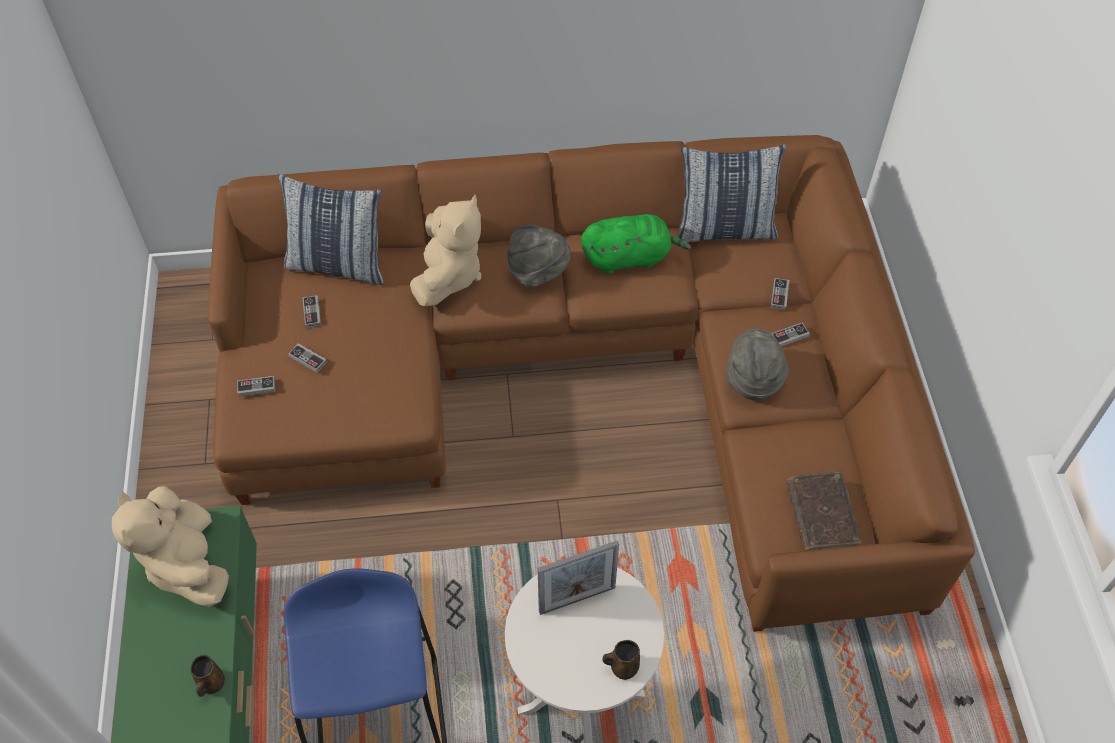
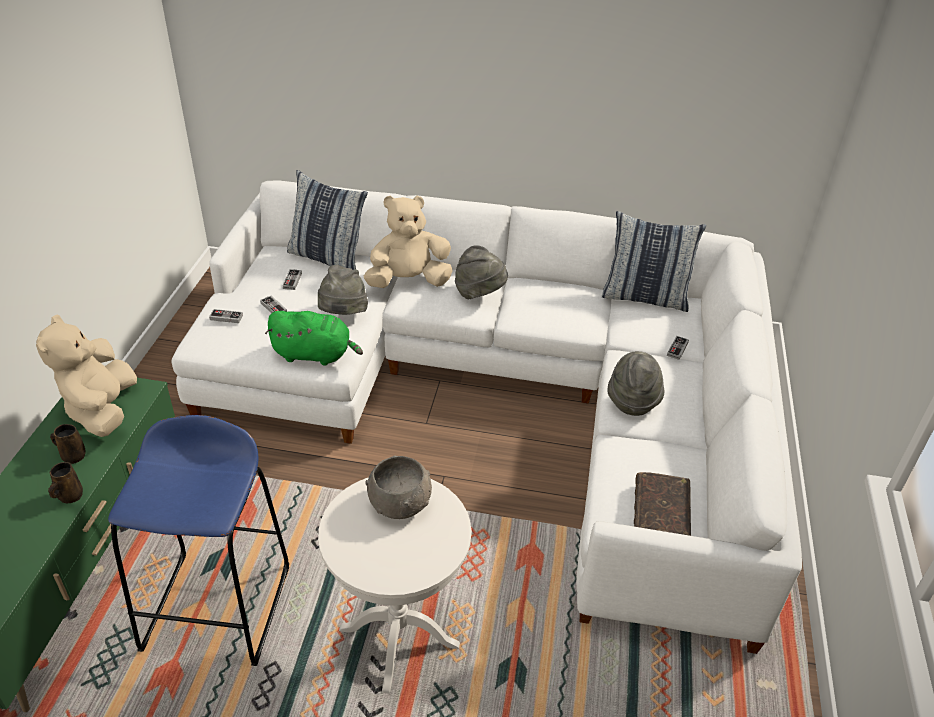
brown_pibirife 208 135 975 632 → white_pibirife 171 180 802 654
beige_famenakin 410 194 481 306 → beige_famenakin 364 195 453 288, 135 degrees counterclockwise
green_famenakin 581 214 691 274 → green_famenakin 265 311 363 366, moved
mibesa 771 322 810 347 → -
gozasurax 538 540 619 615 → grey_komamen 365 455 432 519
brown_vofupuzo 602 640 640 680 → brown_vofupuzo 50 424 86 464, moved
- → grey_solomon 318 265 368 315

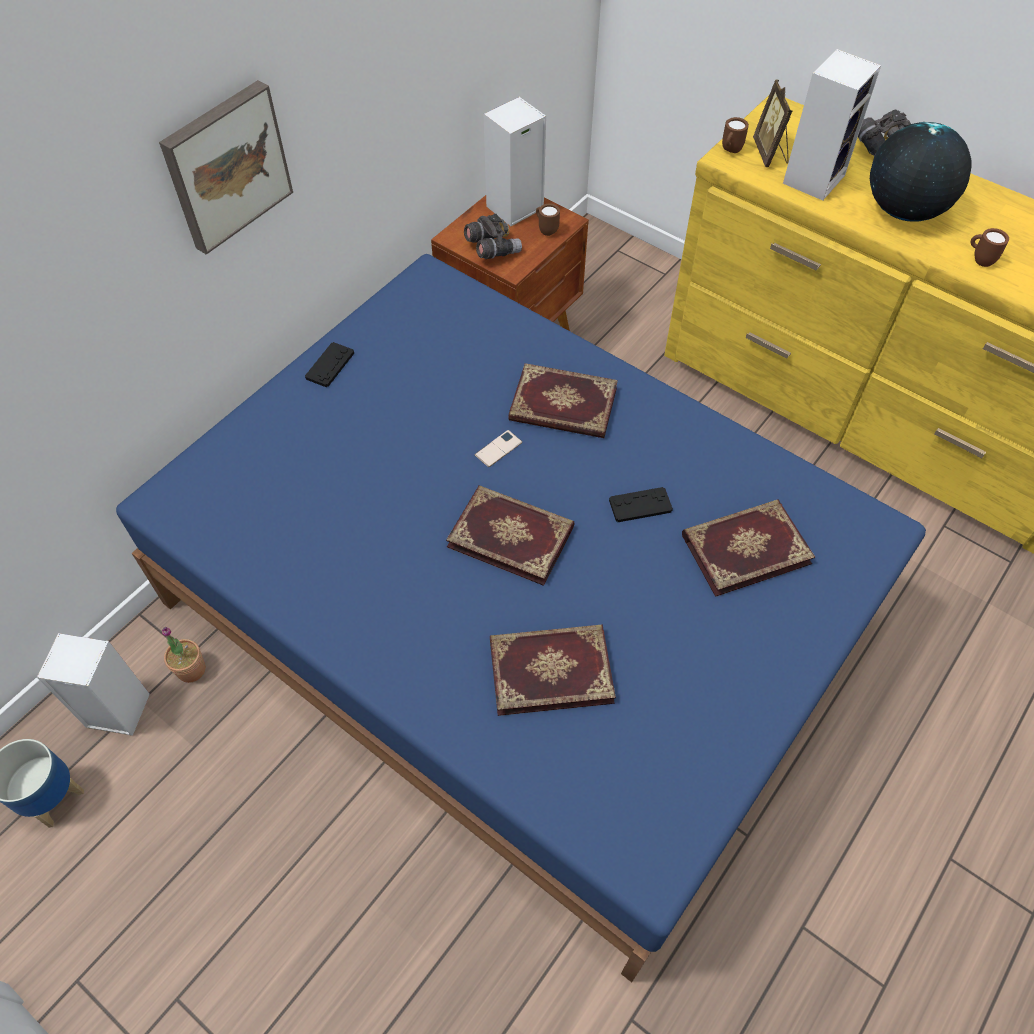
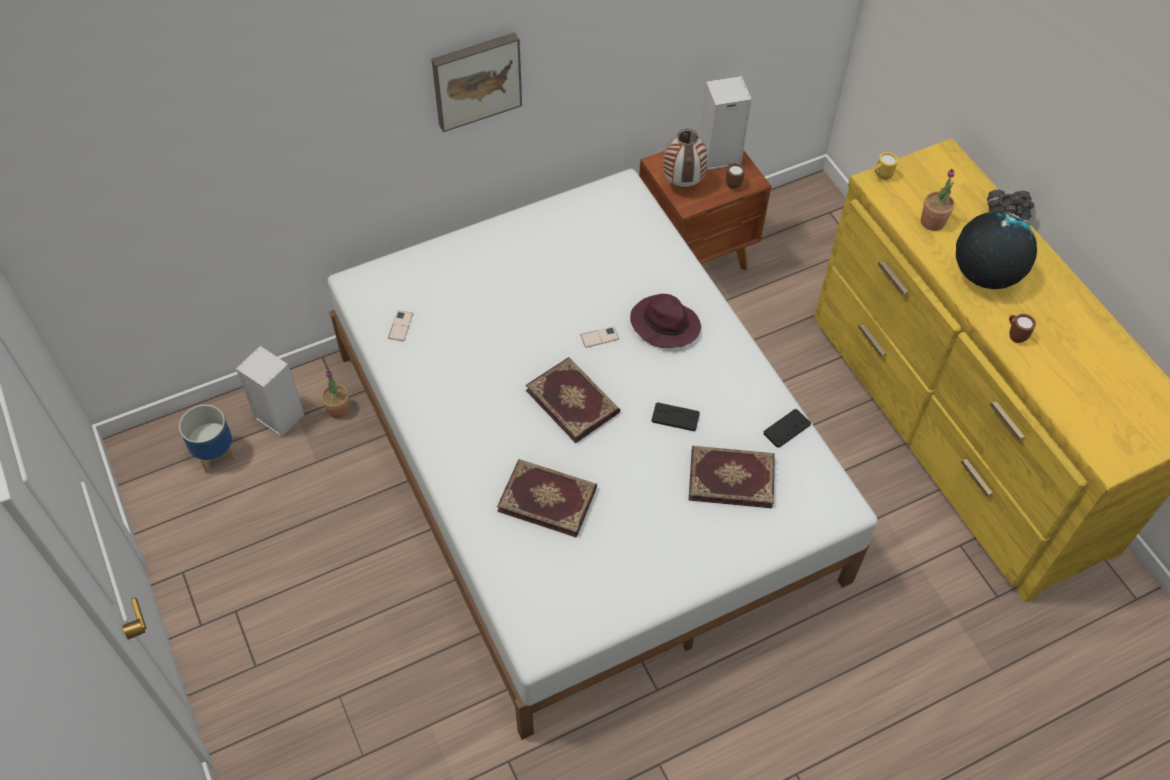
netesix 783 49 881 200 → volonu 921 169 955 231
gozasurax 753 80 792 167 → -
brown_vofupuzo 722 117 749 153 → yellow_vofupuzo 874 152 898 180
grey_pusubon 464 214 522 259 → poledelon 663 129 707 188
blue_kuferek 116 254 926 983 → white_kuferek 328 169 878 740
black_mibesa 305 342 354 387 → black_mibesa 763 409 811 448, moved
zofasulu 508 363 618 438 → purple_solomon 630 294 701 348
- → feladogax 388 310 413 341

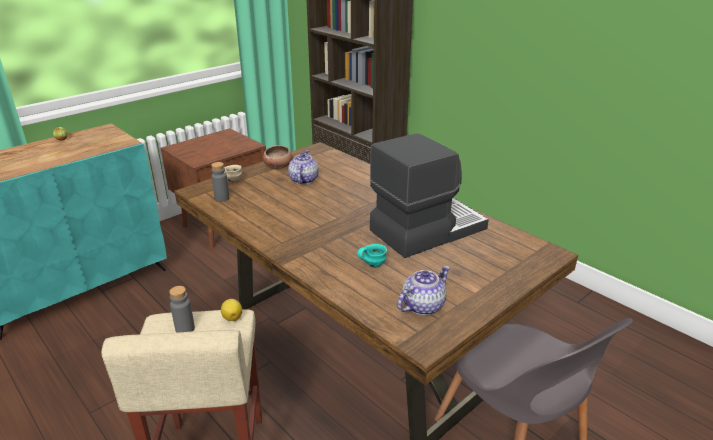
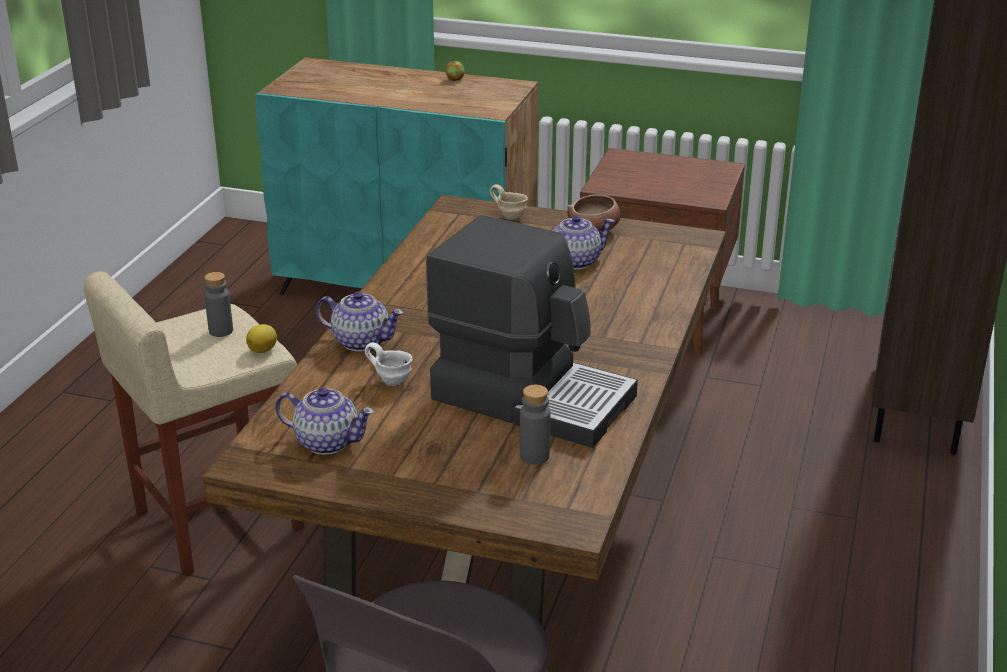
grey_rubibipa 211 162 229 202 → grey_rubibipa 520 385 551 464, moved
turquoise_vofupuzo 357 244 387 267 → white_vofupuzo 365 342 413 386
- → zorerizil 316 291 404 351

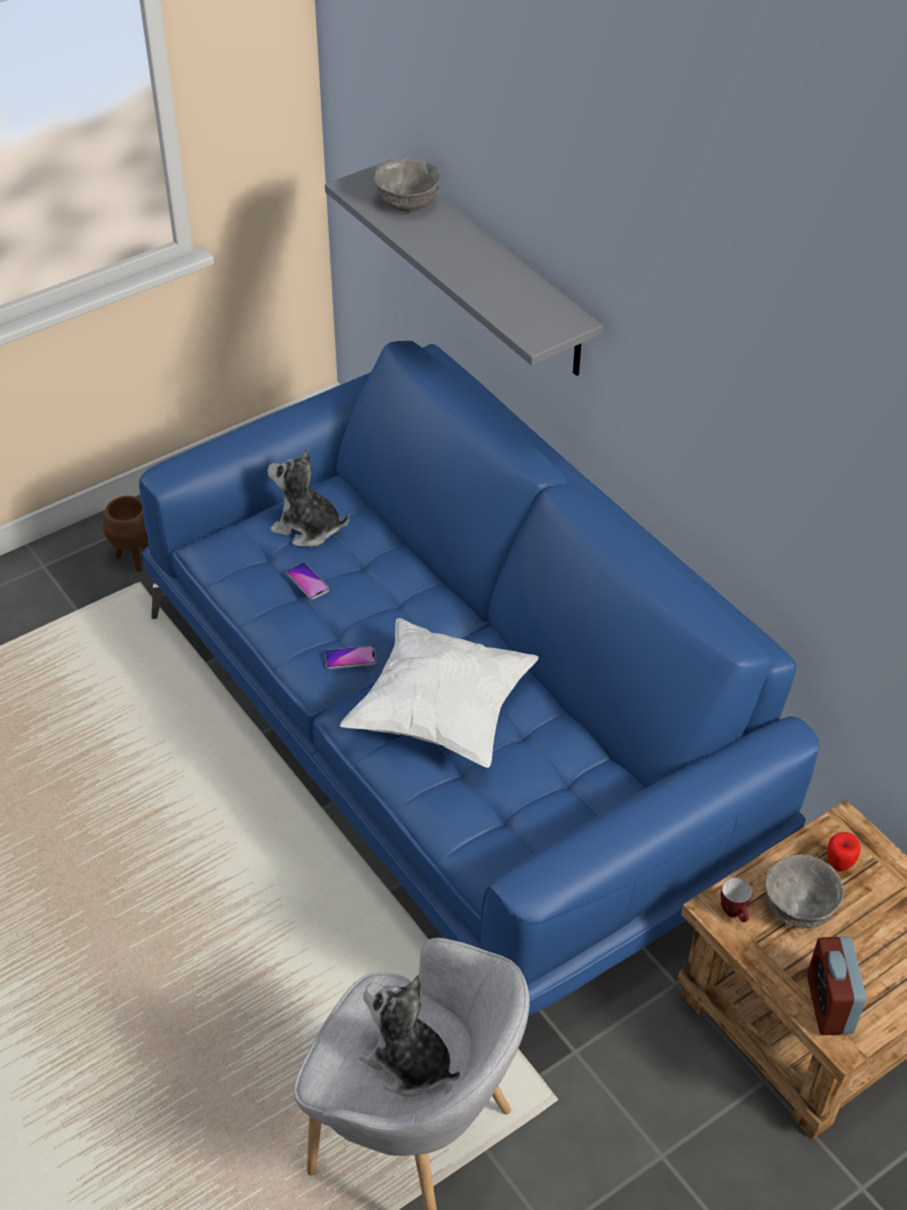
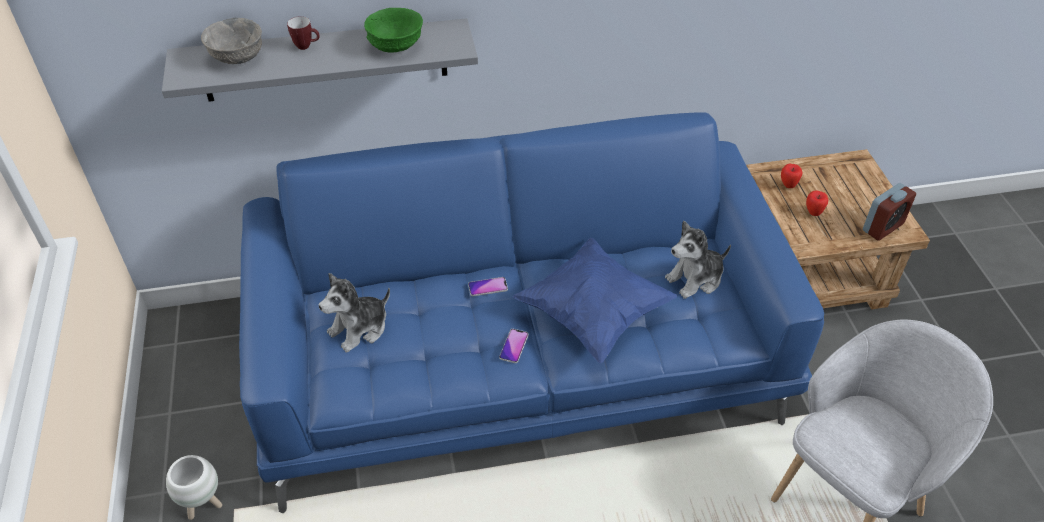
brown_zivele 102 496 149 572 → white_zivele 166 455 222 520
feladogax 287 563 329 599 → feladogax 468 277 508 296, moved
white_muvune 340 618 539 768 → blue_muvune 513 238 677 364
grey_komamen 765 854 844 928 → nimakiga 806 190 828 216
vofupuzo 721 877 752 922 → vofupuzo 287 16 320 50, moved
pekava 807 936 866 1035 → pekava 863 183 916 241, 60 degrees counterclockwise
famenakin 359 973 460 1097 → famenakin 665 221 731 299, moved
- → green_komamen 364 8 423 53

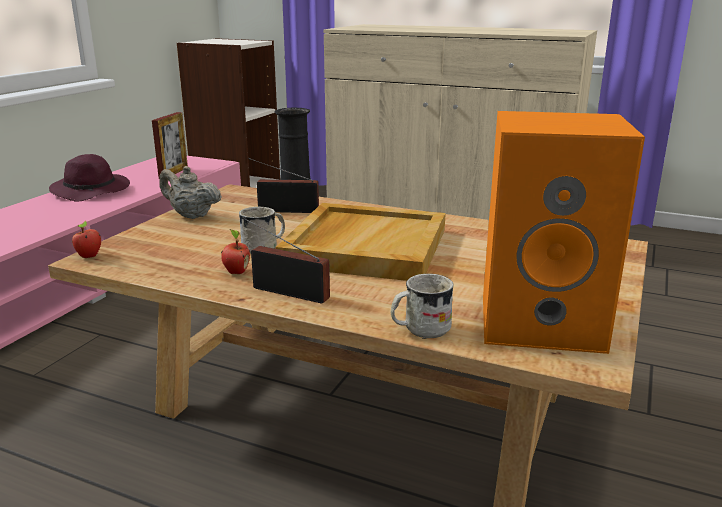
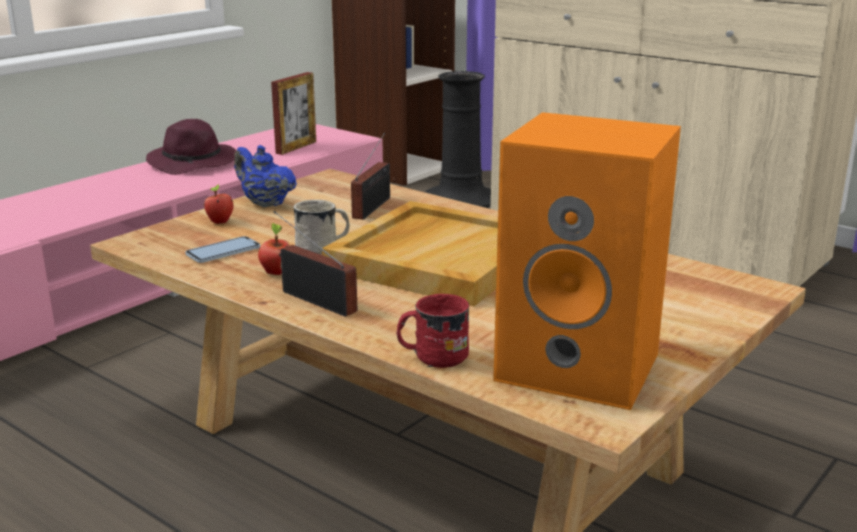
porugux 248 158 319 213 → porugux 351 133 390 220, 90 degrees clockwise
beige_zorerizil 159 166 222 219 → blue_zorerizil 234 145 297 207
nimakiga 72 221 101 258 → nimakiga 204 184 233 224, moved
white_vofupuzo 390 274 454 339 → red_vofupuzo 396 294 469 368
- → feladogax 185 236 260 263

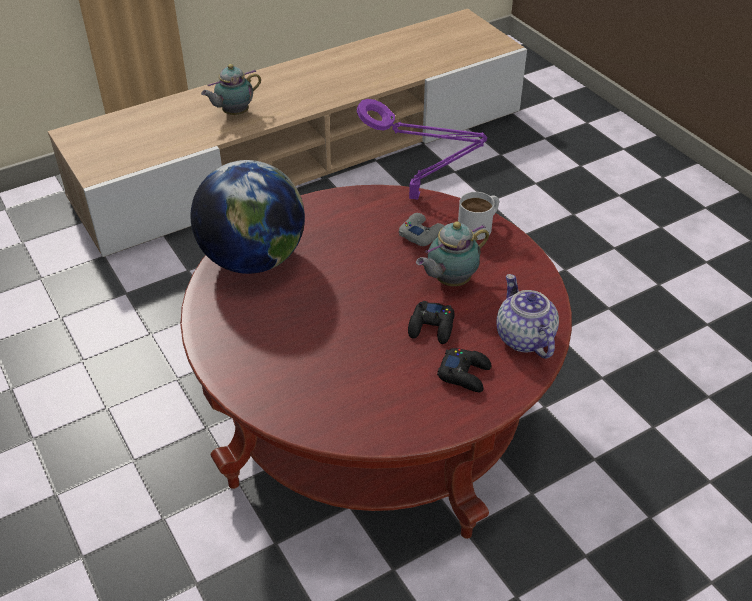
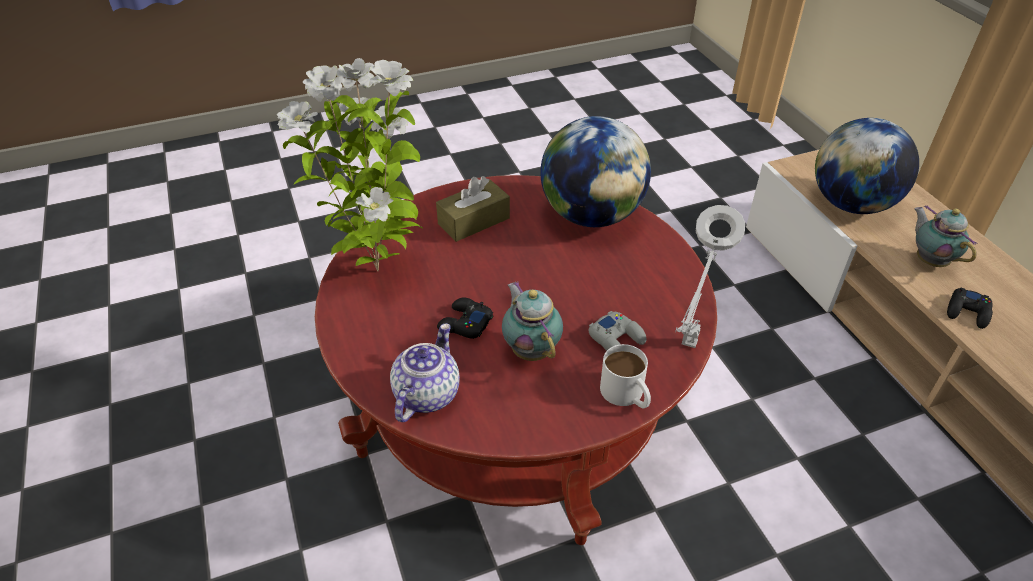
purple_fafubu 357 99 487 200 → grey_fafubu 675 205 745 348
zorerizil 496 274 559 359 → zorerizil 390 323 460 422, 60 degrees counterclockwise
black_mibesa 437 348 492 392 → black_mibesa 947 287 993 329, moved
- → volonu 277 58 423 271
- → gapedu 815 118 919 214
- → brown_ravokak 436 176 510 242

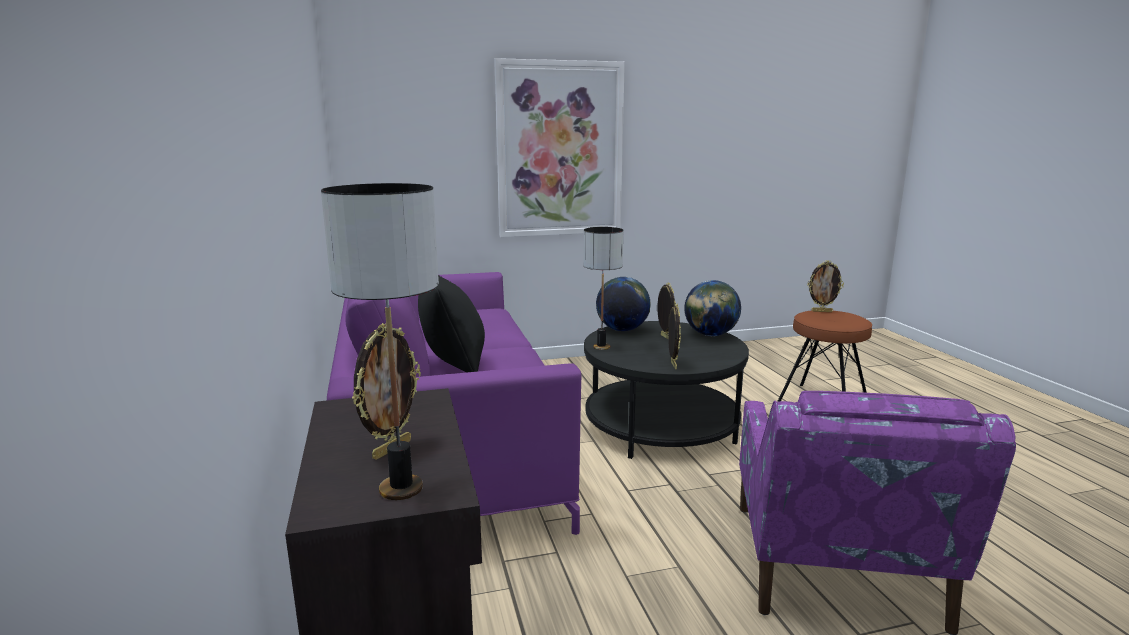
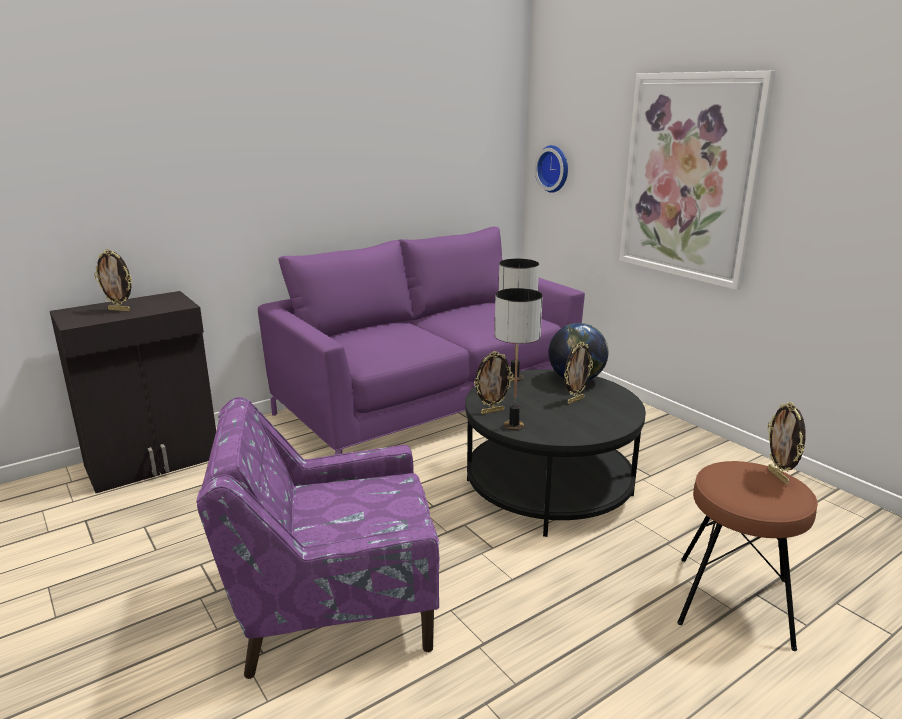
fafubu 321 183 439 500 → fafubu 495 288 543 431, moved
black_muvune 418 275 485 373 → -
gapedu 684 280 741 336 → -
- → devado 535 145 568 193

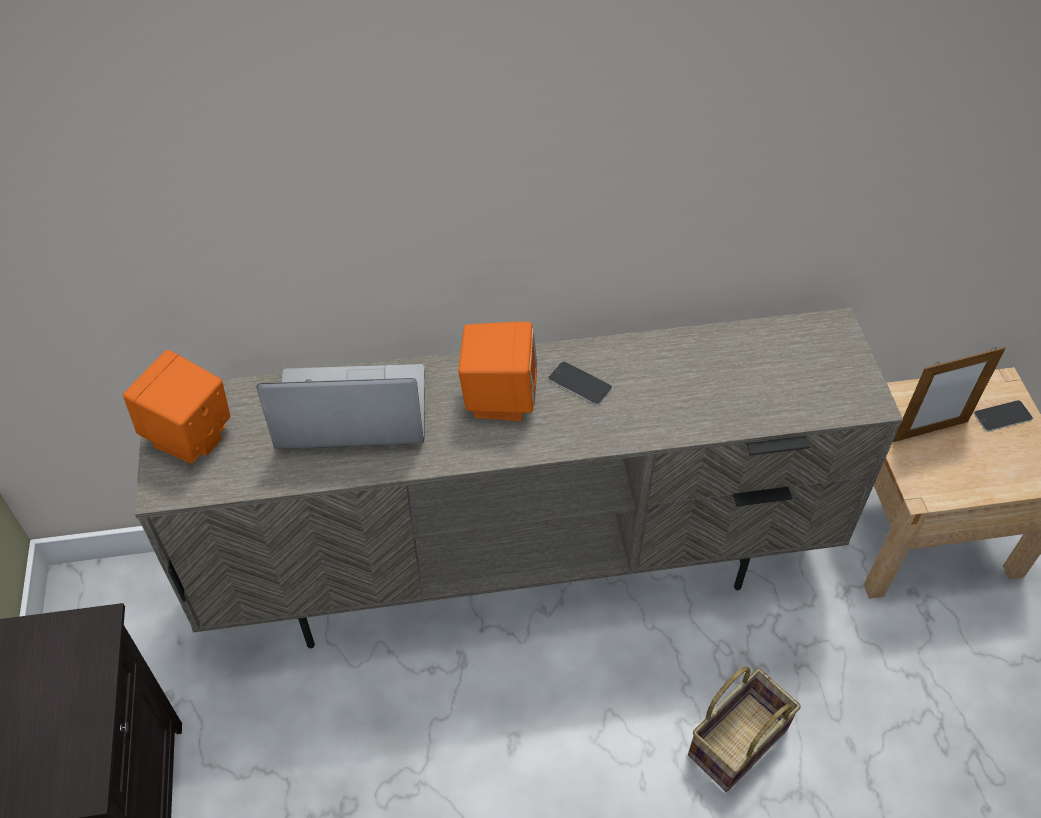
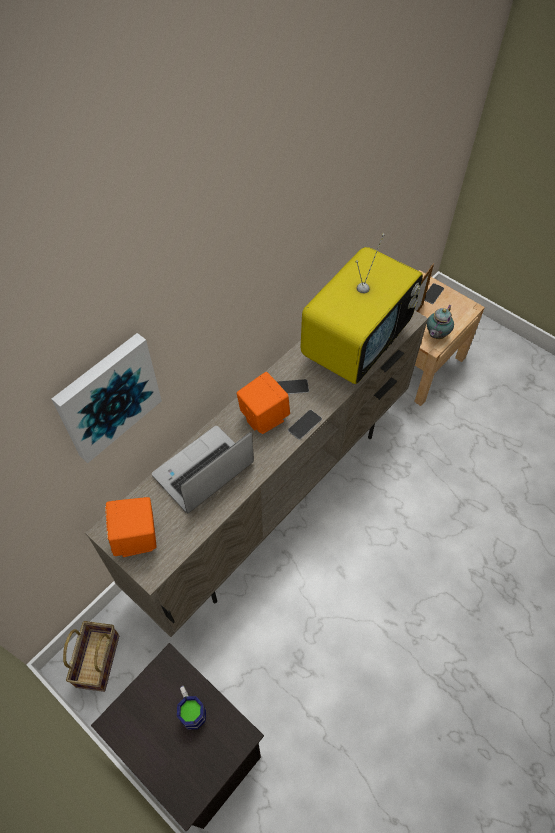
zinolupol 688 667 801 792 → zinolupol 63 621 119 692, moved
- → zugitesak 301 234 423 384
- → zorerizil 427 305 454 339
- → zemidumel 52 333 162 463
- → feladogax 288 410 322 440
- → vofupuzo 177 686 206 730

